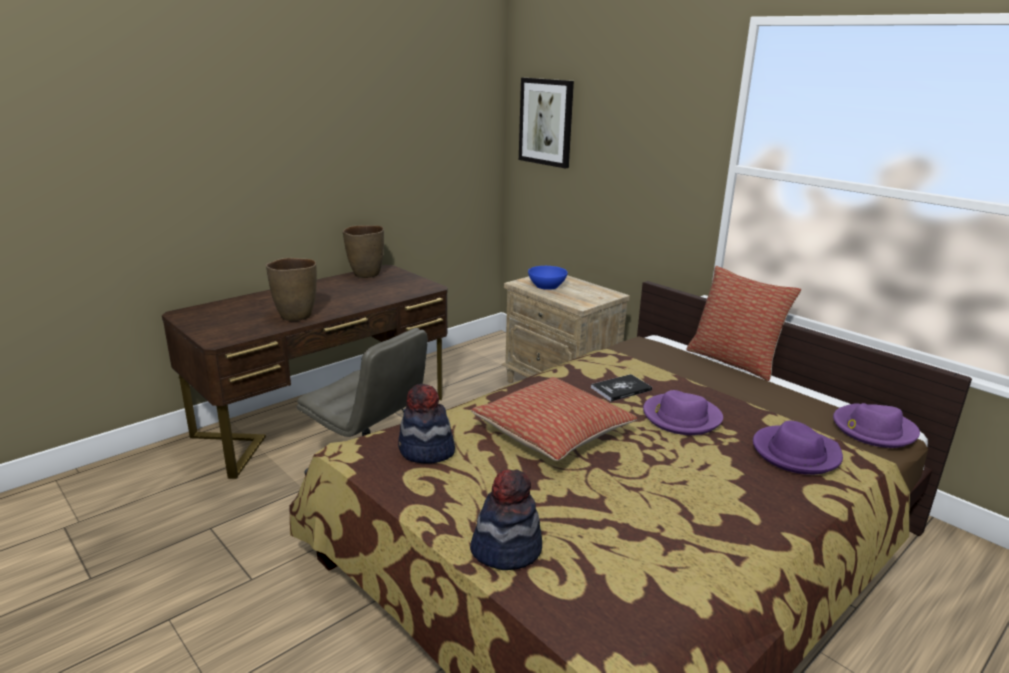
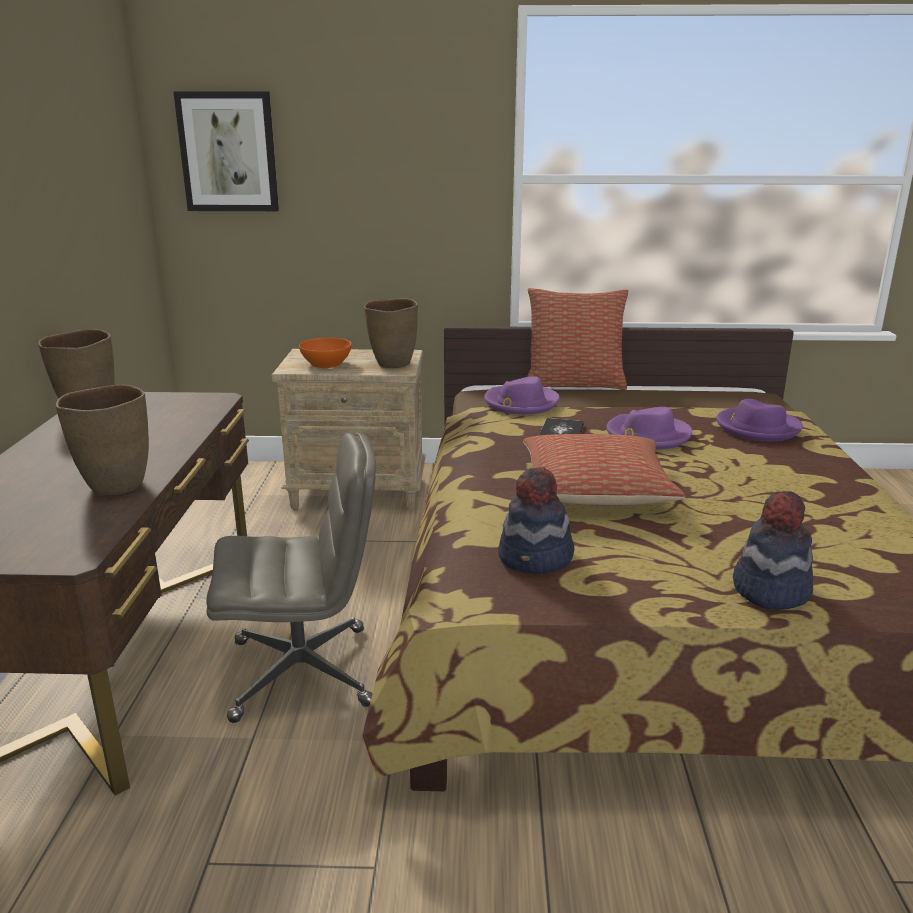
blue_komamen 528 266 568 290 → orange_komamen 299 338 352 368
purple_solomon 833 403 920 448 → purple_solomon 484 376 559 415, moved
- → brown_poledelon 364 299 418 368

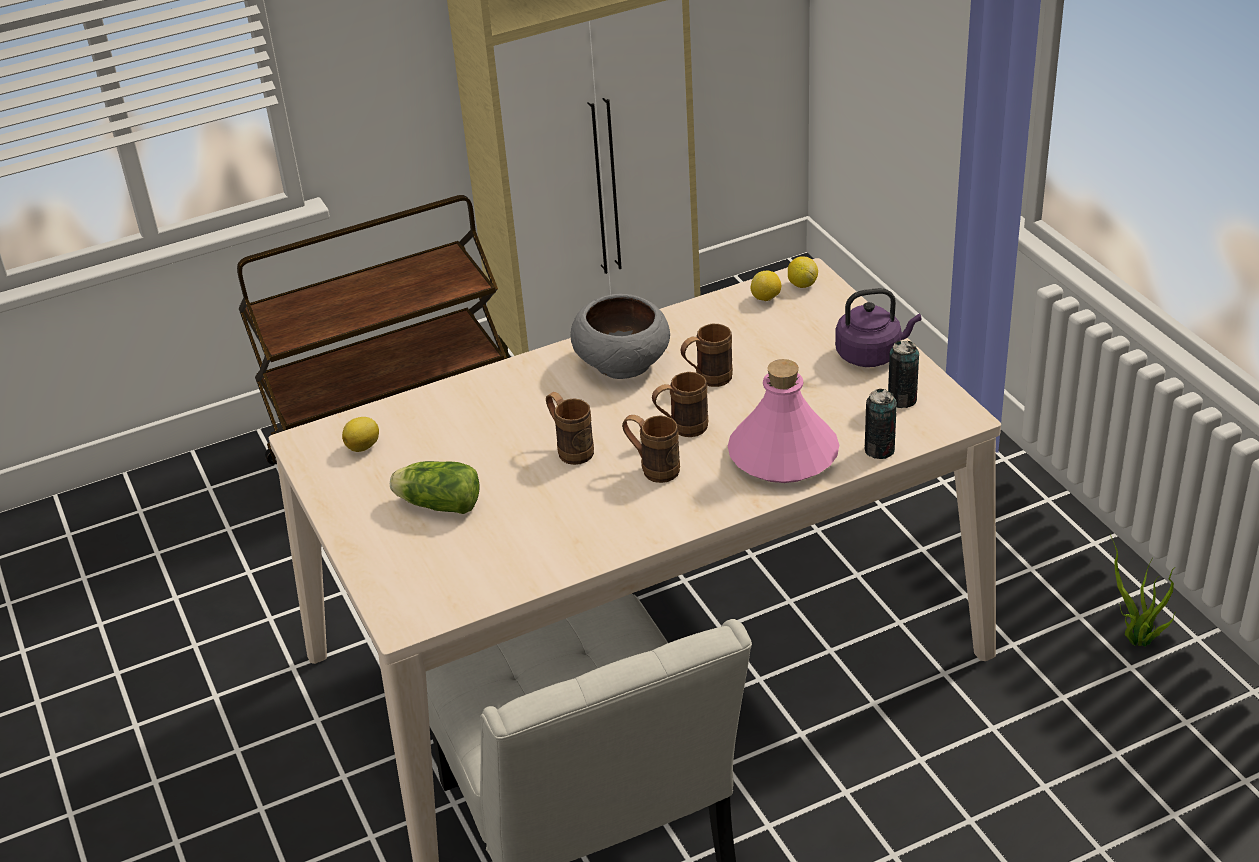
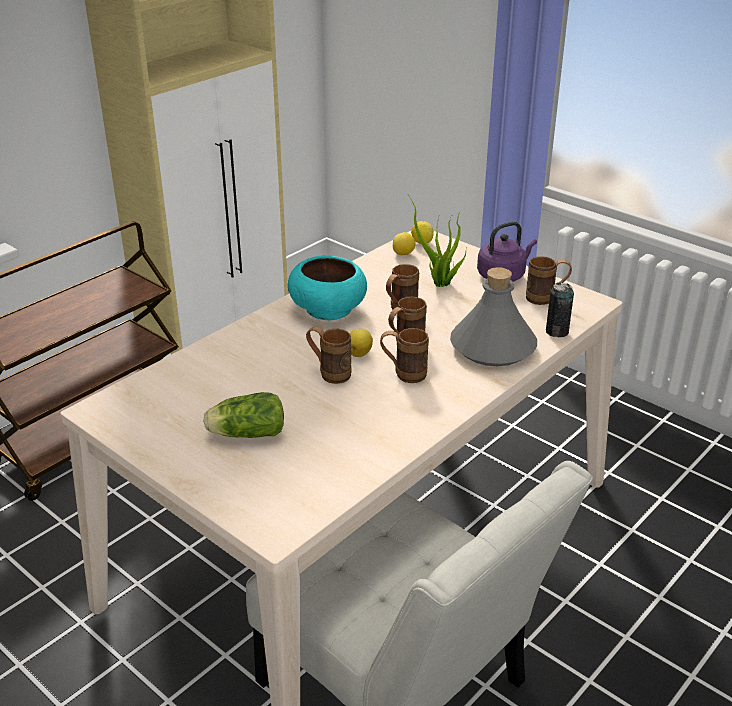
grey_komamen 570 294 670 379 → turquoise_komamen 288 255 367 320
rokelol 888 340 919 408 → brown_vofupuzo 526 256 572 305
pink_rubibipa 728 359 839 483 → grey_rubibipa 450 267 537 366
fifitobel 342 417 379 452 → fifitobel 349 329 373 357, moved
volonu 1110 534 1175 647 → volonu 408 195 467 287, moved

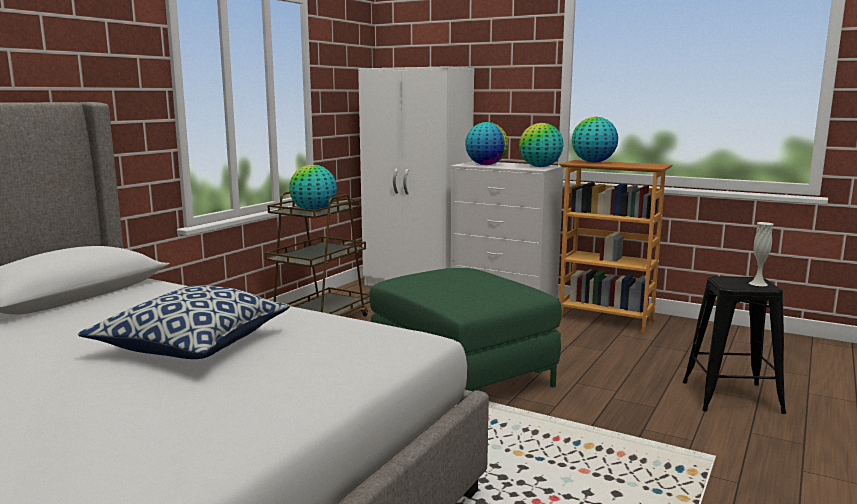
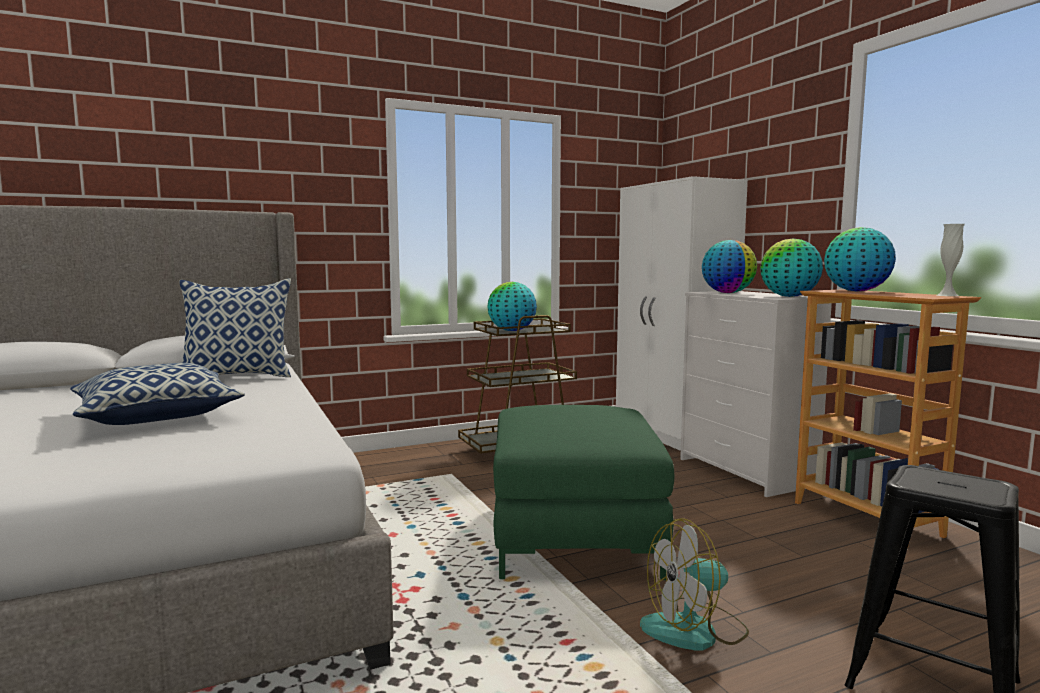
white_poledelon 749 222 774 286 → white_poledelon 936 224 965 296, moved
- → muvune 179 278 291 377
- → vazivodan 640 518 749 651

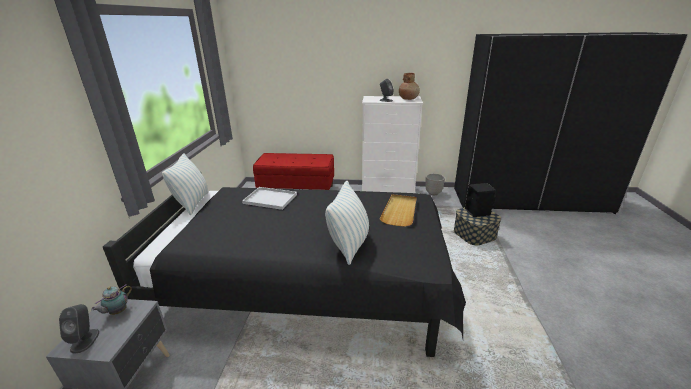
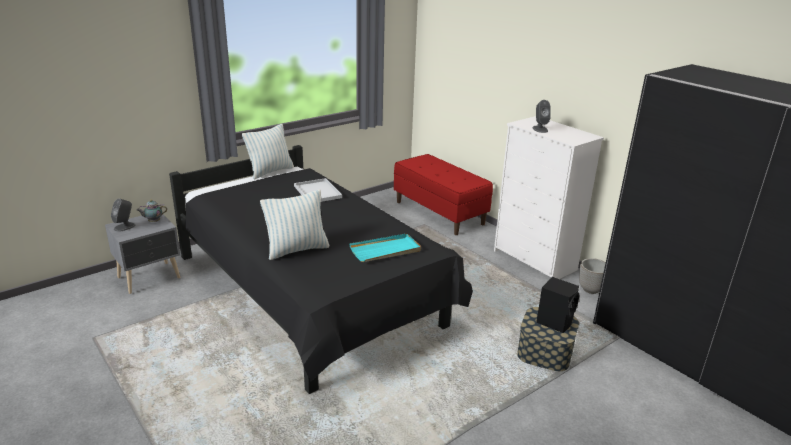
brown_poledelon 399 73 420 100 → -
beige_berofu 379 194 417 227 → turquoise_berofu 349 233 421 262

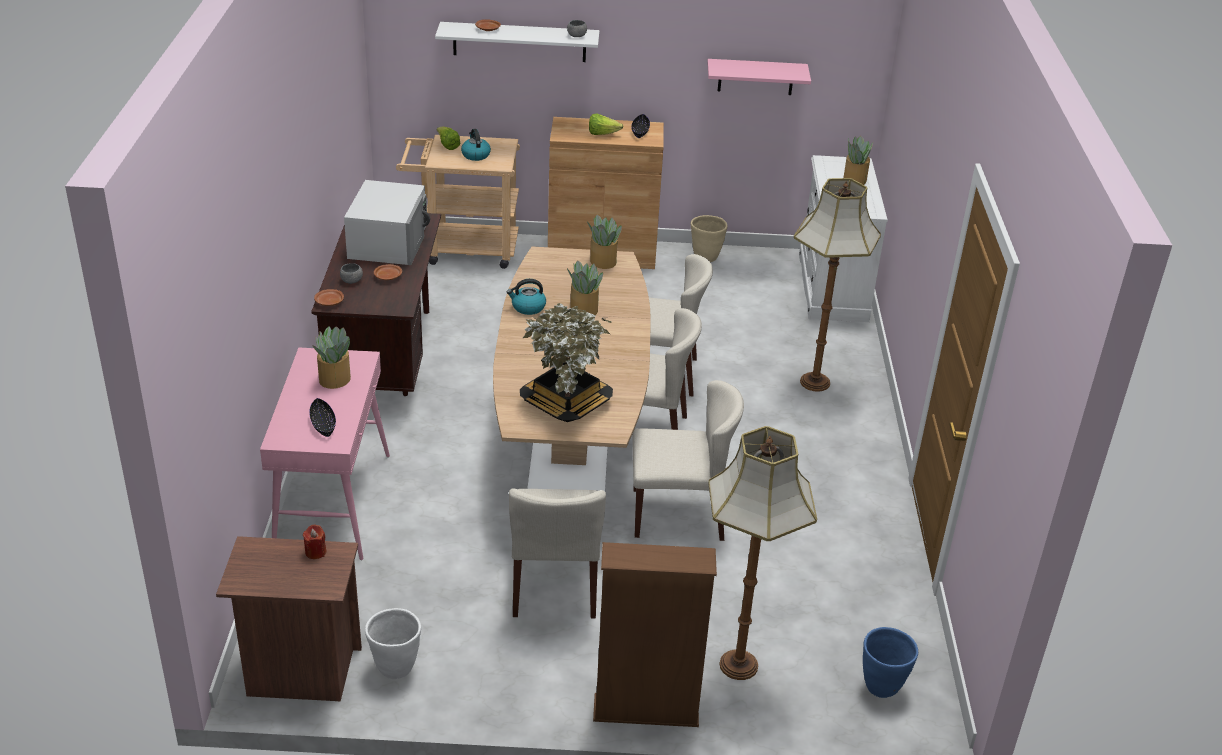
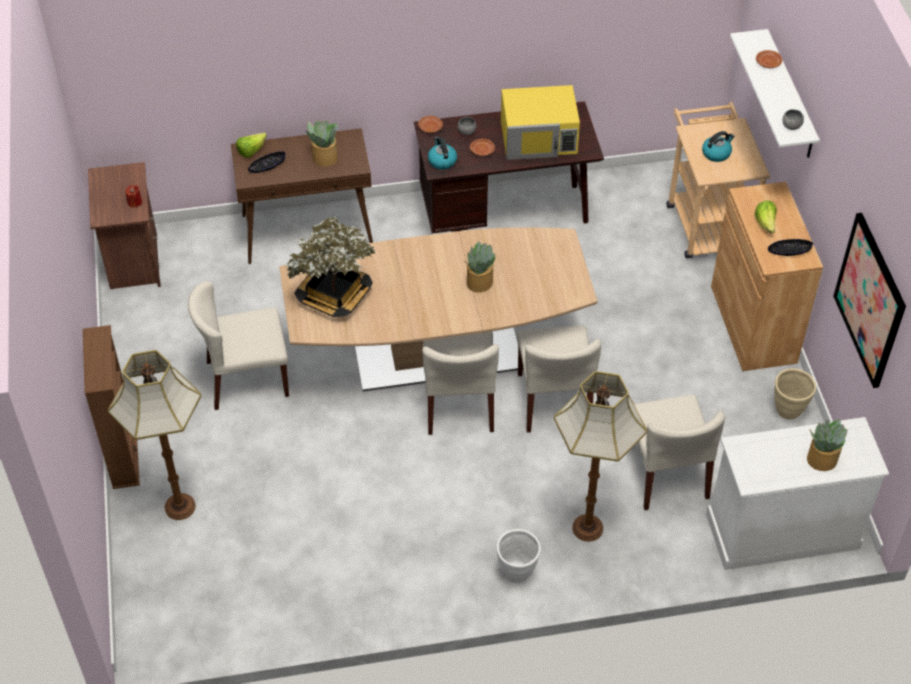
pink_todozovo 707 59 811 95 → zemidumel 833 213 906 388
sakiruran 437 126 460 150 → sakiruran 236 132 267 158, moved
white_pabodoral 344 180 430 265 → yellow_pabodoral 501 85 580 160
volonu 587 215 622 269 → -
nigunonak 507 279 546 315 → nigunonak 428 137 457 170, moved
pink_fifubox 260 347 390 560 → brown_fifubox 231 128 373 264
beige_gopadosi 632 380 744 541 → beige_gopadosi 634 394 725 510, moved
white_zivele 365 608 421 679 → white_zivele 497 529 541 583, moved
blue_zivele 863 627 918 698 → -

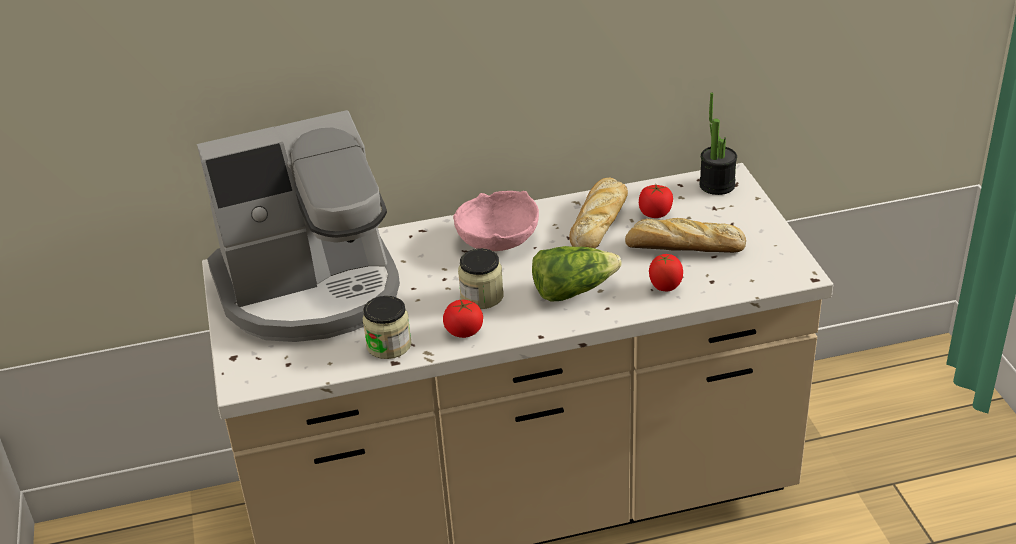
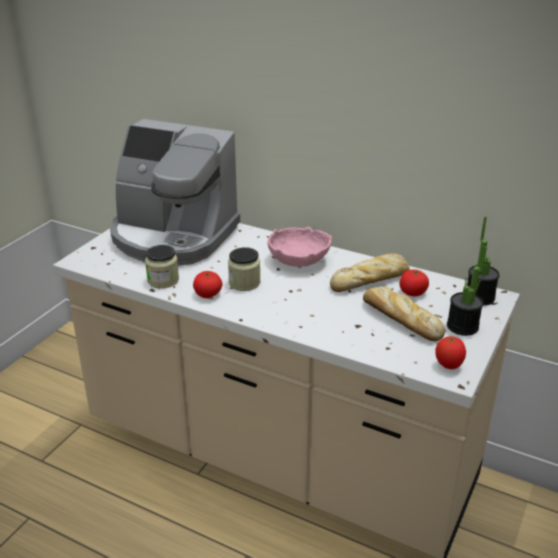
sakiruran 532 246 622 302 → -
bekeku 649 254 683 291 → bekeku 435 336 466 369, moved
- → volonu 447 246 487 336

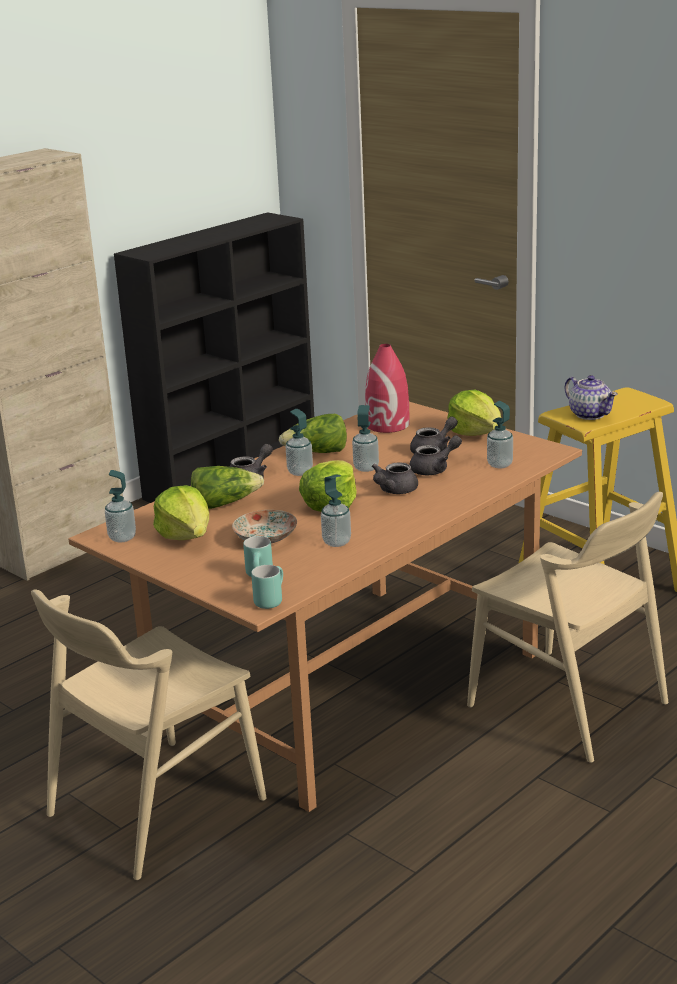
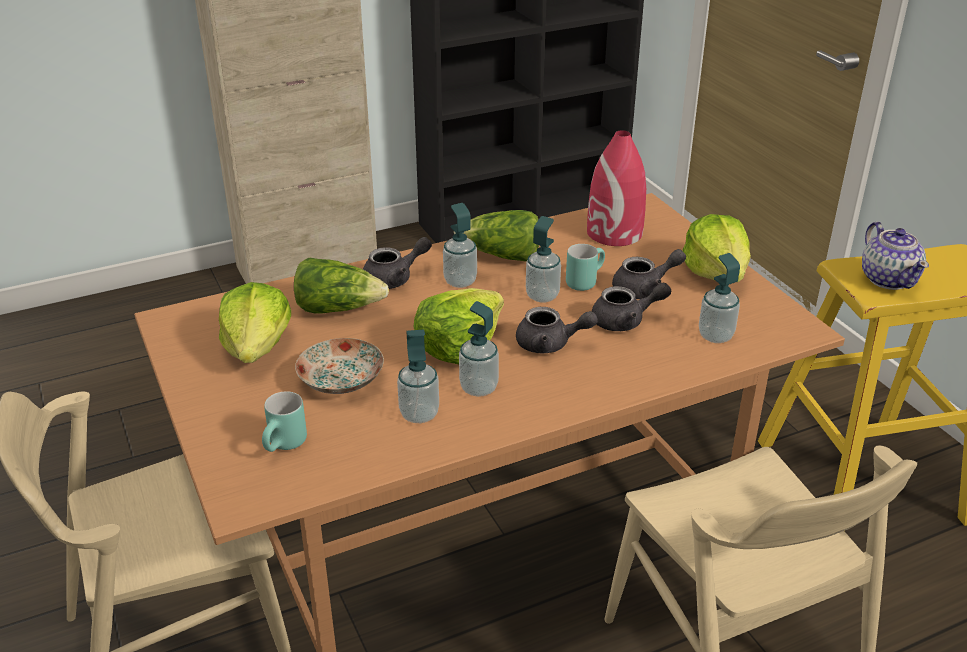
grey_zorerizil 372 462 418 494 → grey_zorerizil 516 307 598 353, 135 degrees counterclockwise
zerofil 105 470 136 543 → zerofil 459 301 499 397, moved
turquoise_vofupuzo 251 565 283 609 → turquoise_vofupuzo 566 244 605 291, moved

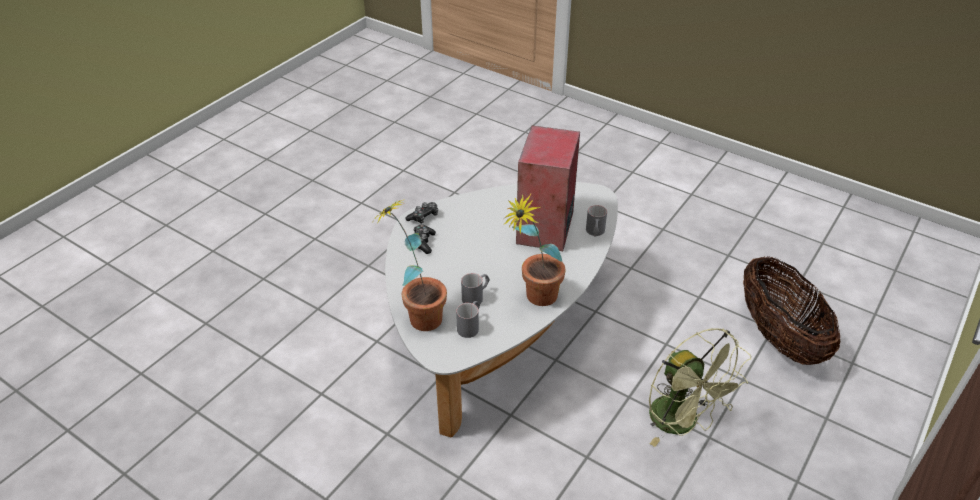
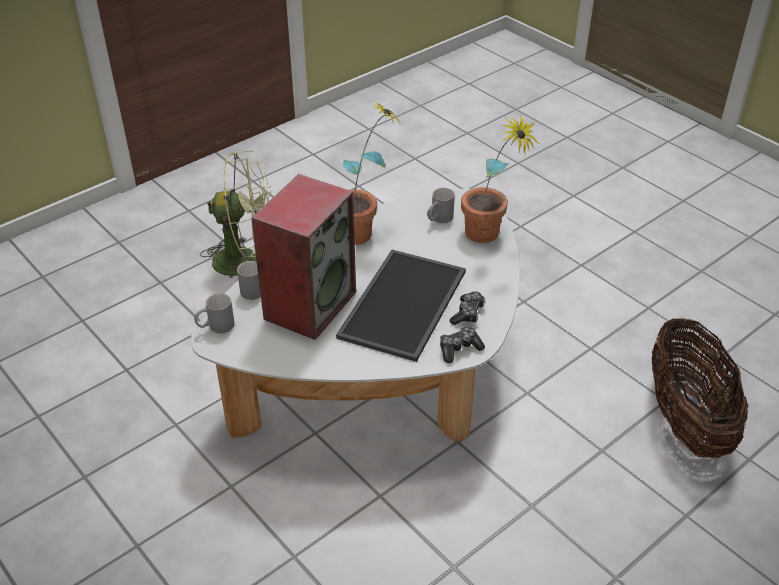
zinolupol 743 256 840 365 → zinolupol 652 318 748 458, moved
grey_vofupuzo 461 273 490 304 → grey_vofupuzo 194 293 235 333, moved
green_vazivodan 649 328 751 447 → green_vazivodan 200 151 271 278, 105 degrees clockwise
- → berofu 336 250 466 362

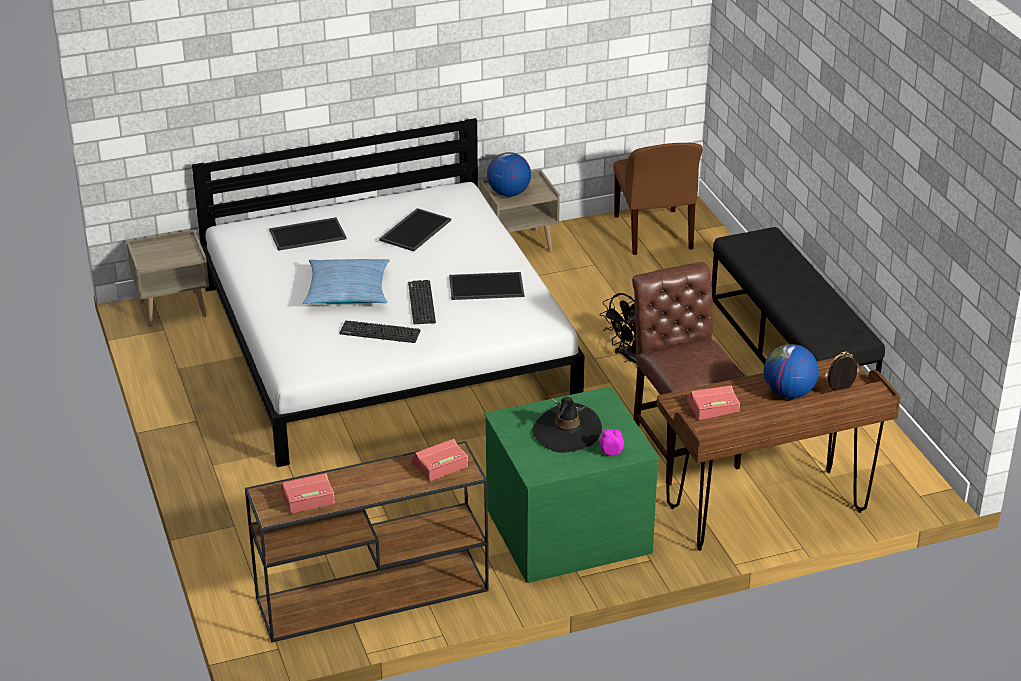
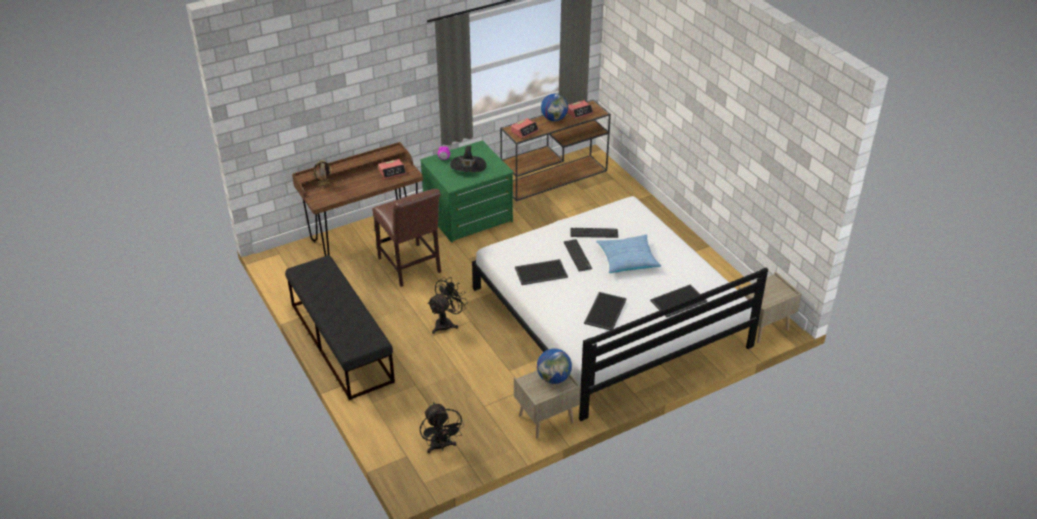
brown_gopadosi 613 143 703 255 → black_vazivodan 420 402 464 453
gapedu 764 344 819 399 → gapedu 541 94 568 121, moved

